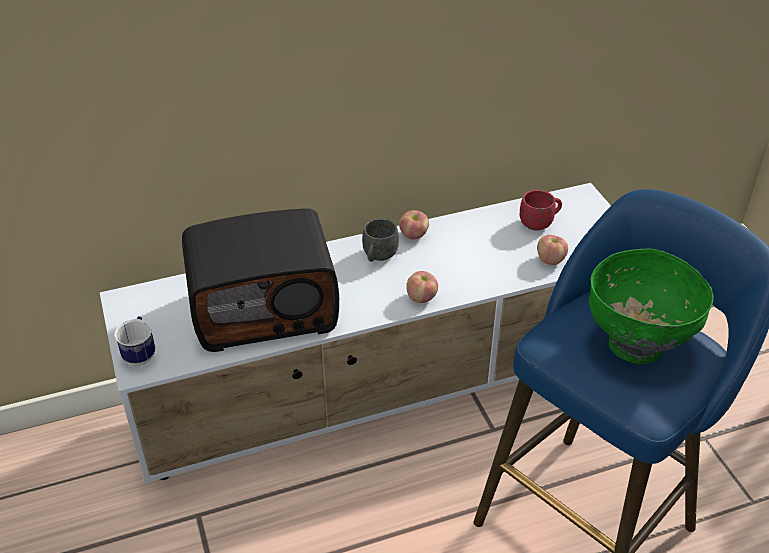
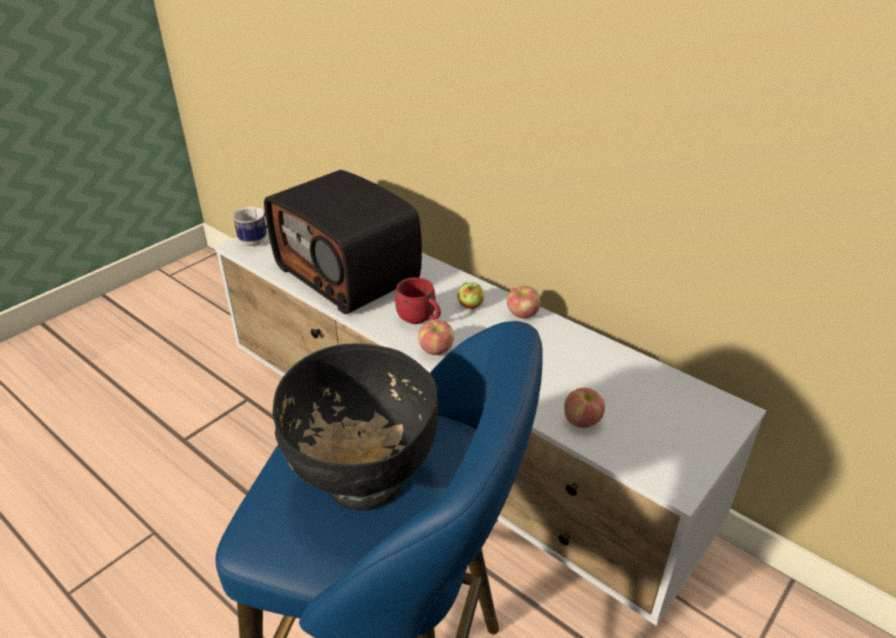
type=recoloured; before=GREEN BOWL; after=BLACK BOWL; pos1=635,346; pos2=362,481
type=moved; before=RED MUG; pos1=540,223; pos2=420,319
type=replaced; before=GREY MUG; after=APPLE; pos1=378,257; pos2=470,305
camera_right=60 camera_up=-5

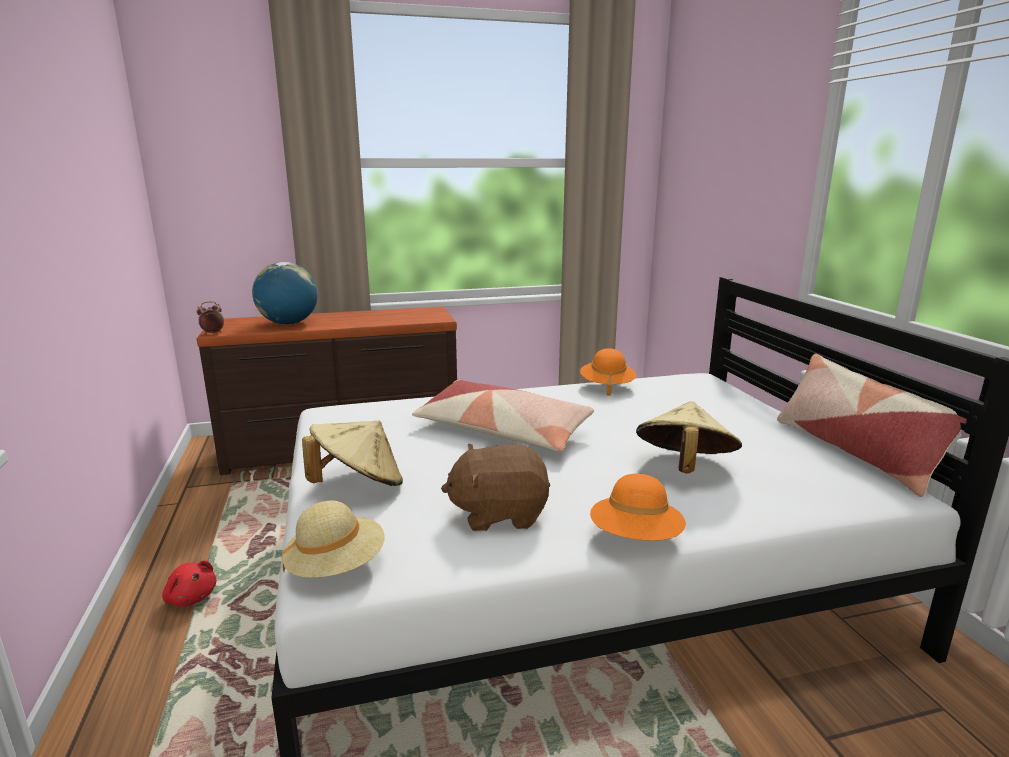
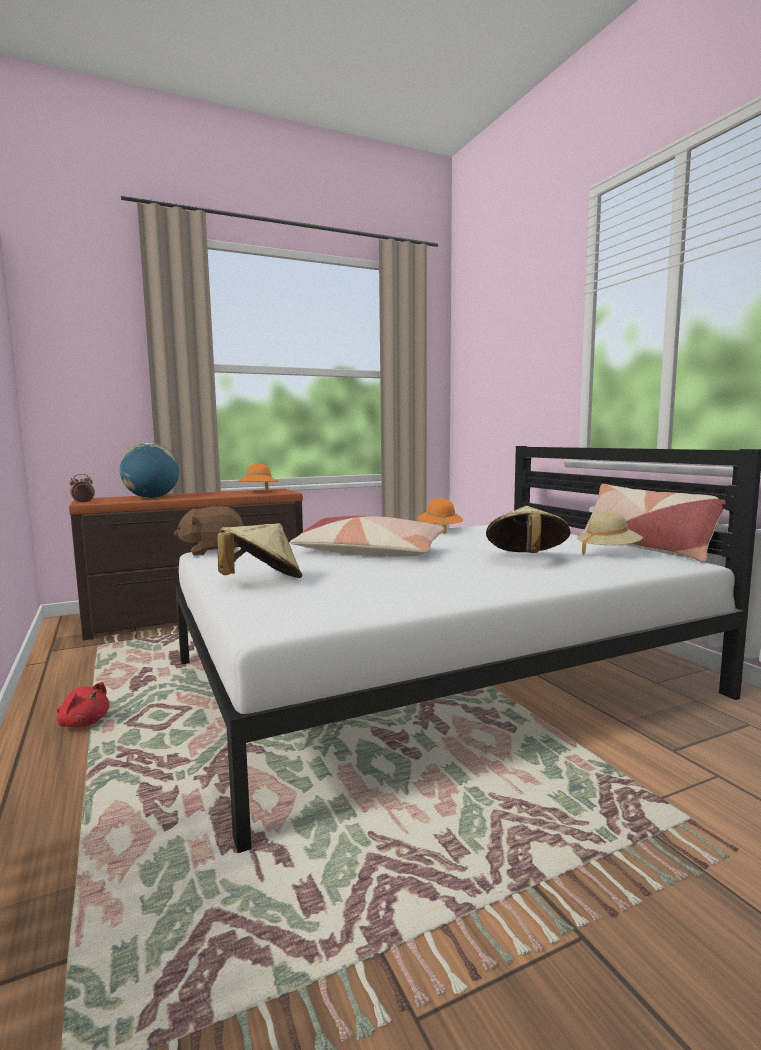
type=moved; before=BROWN PLUSH TOY; pos1=499,514; pos2=213,551
type=moved; before=ORANGE HAT; pos1=636,538; pos2=258,492
type=moved; before=BEIGE HAT; pos1=336,567; pos2=608,552
camera_right=-10 camera_up=-10

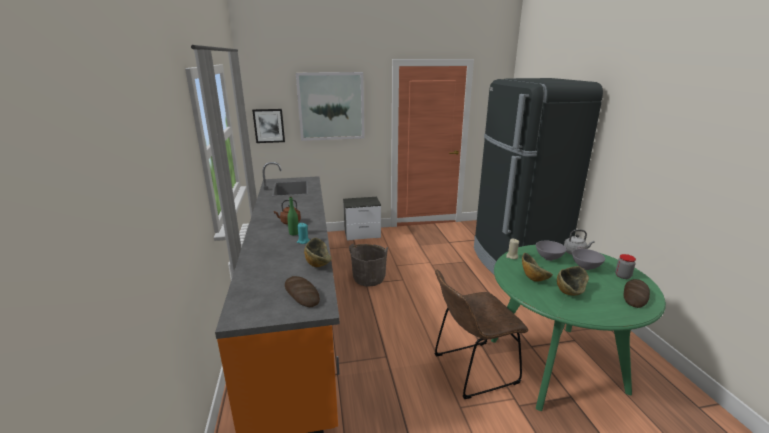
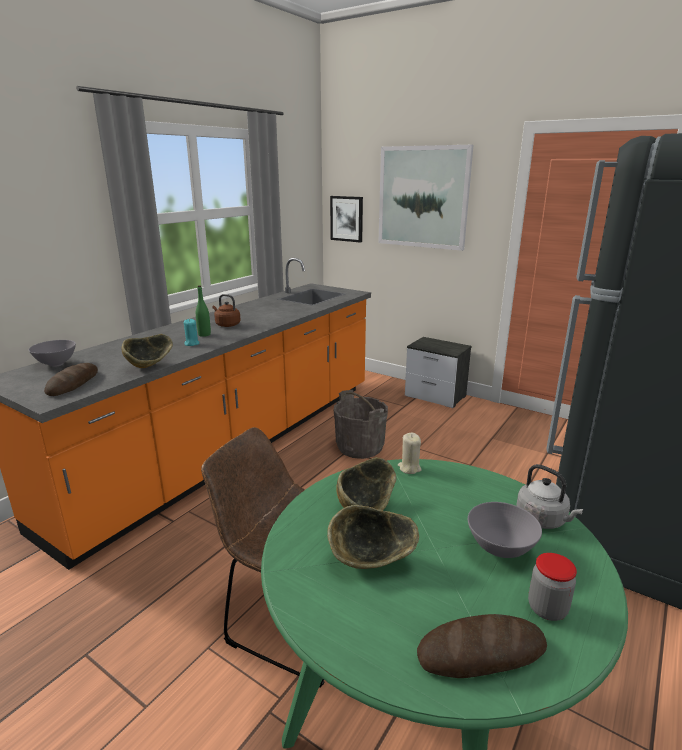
type=moved; before=GREY BOWL; pos1=548,258; pos2=56,364
camera_right=45 camera_up=0

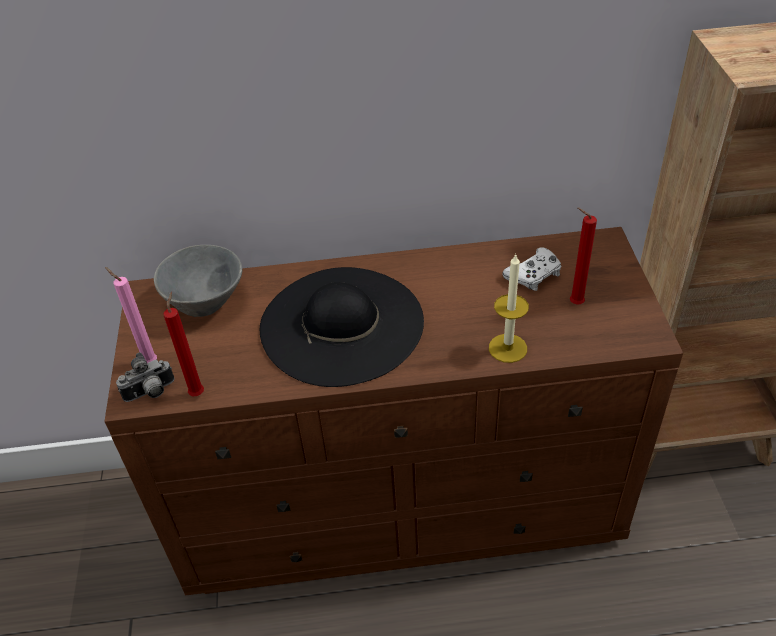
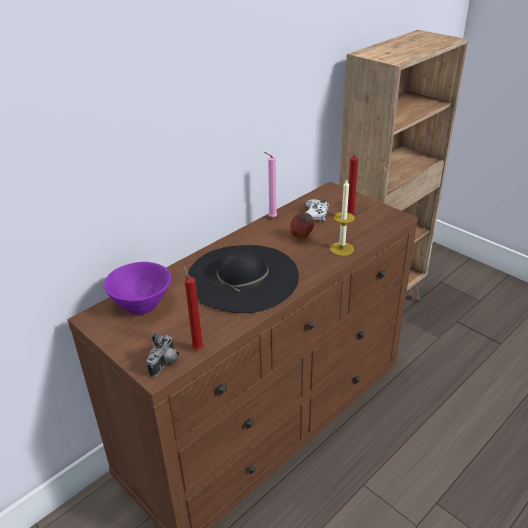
type=recoloured; before=GREY BOWL; after=PURPLE BOWL; pos1=208,302; pos2=143,303
type=moved; before=PINK CANDLE; pos1=148,362; pos2=271,218
type=added; after=APPLE; pos2=301,237
camera_right=-40 camera_up=-10

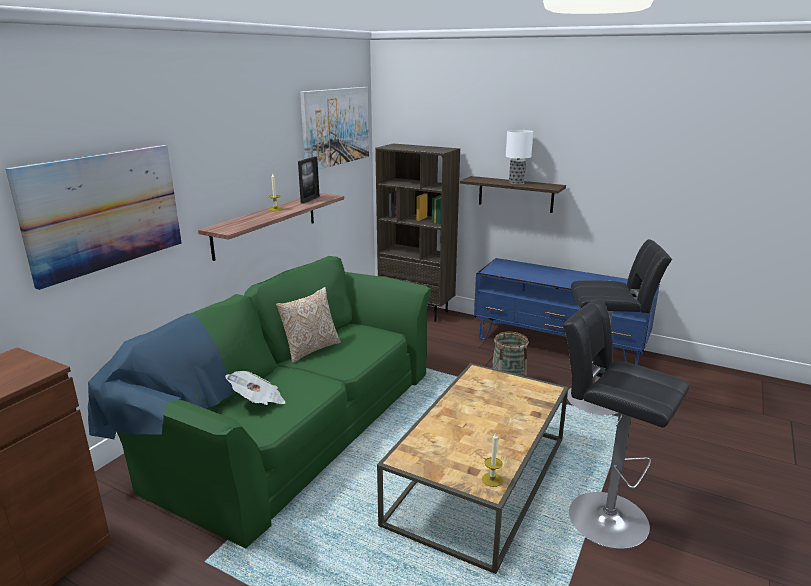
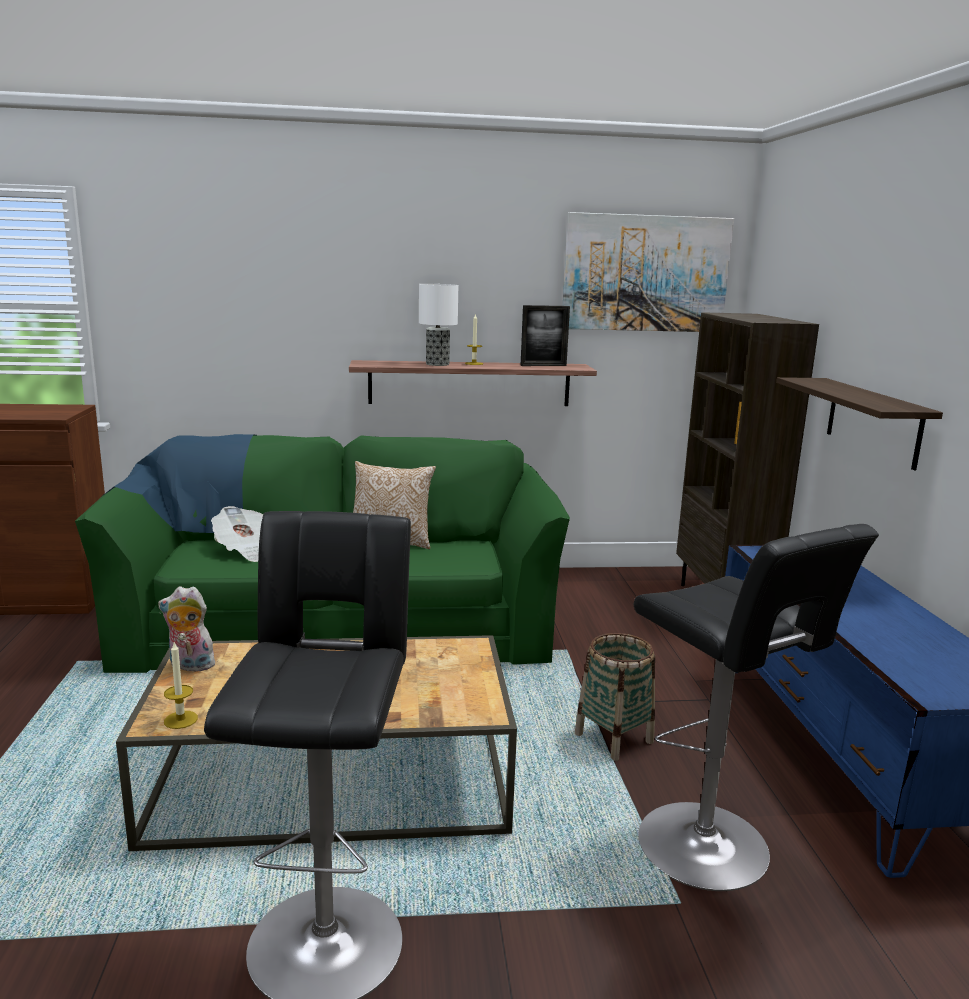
type=added; after=PLUSH TOY; pos2=189,666
type=moved; before=TABLE LAMP; pos1=516,183; pos2=437,364
type=removed; before=PICTURE; pos1=104,211
camera_right=55 camera_up=-5

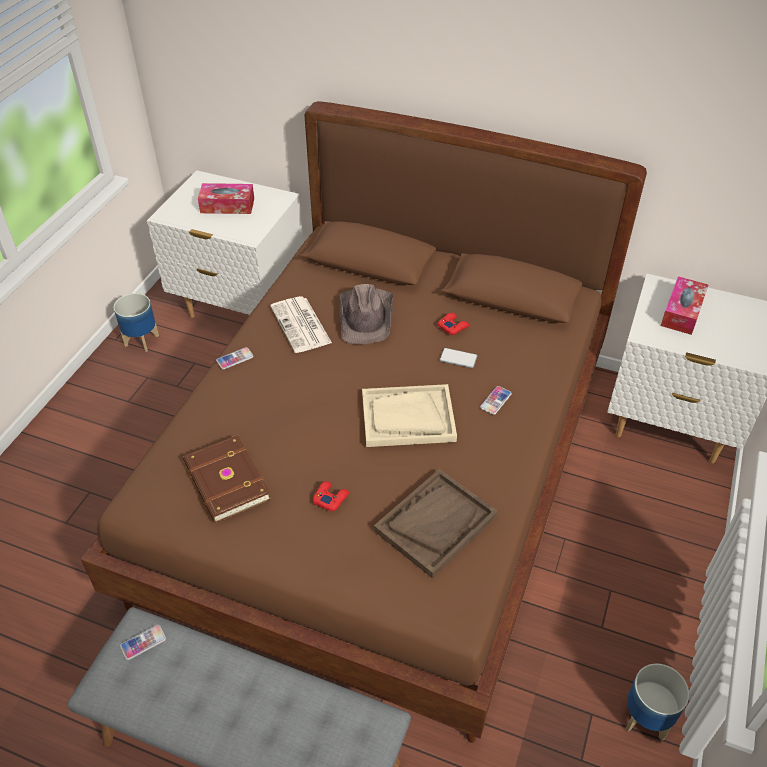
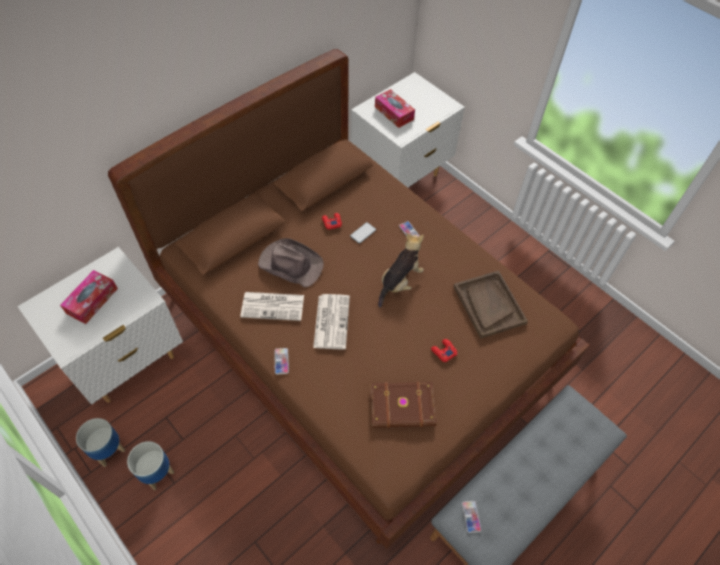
type=moved; before=PLANTER; pos1=646,717; pos2=157,472
type=added; after=NEWSPAPER; pos2=331,321
type=replaced; before=BEIGE TRAY; after=PLUSH TOY; pos1=407,418; pos2=399,282
camera_right=-65 camera_up=10

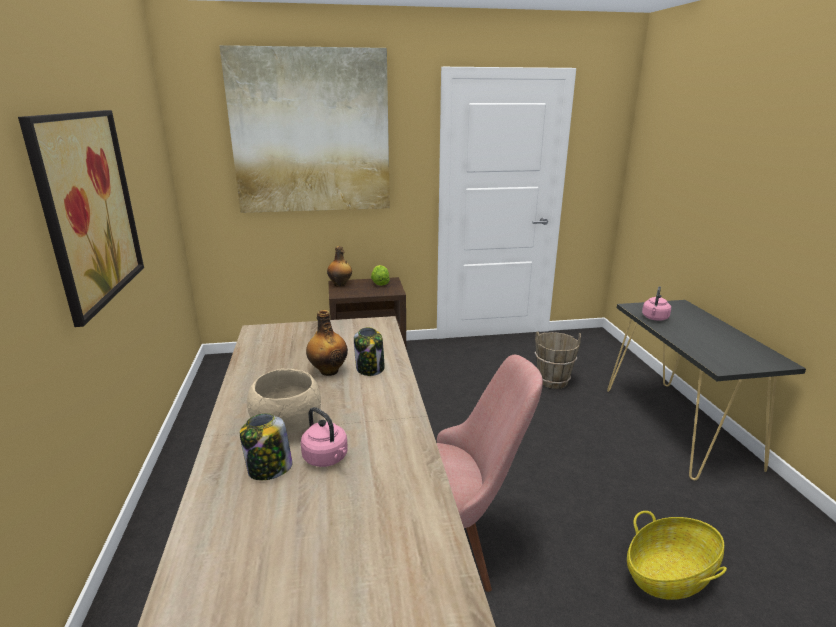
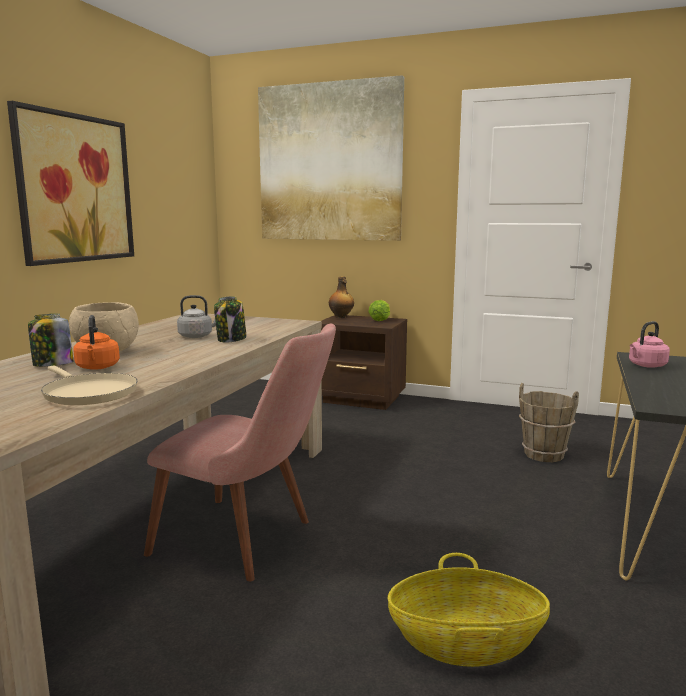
type=added; after=BEIGE FRYING PAN; pos2=88,393
type=recoloured; before=PINK KETTLE; after=ORANGE KETTLE; pos1=327,458; pos2=97,367
type=replaced; before=BOTTLE; after=GREY KETTLE; pos1=328,371; pos2=197,336
camera_right=30 camera_up=-10

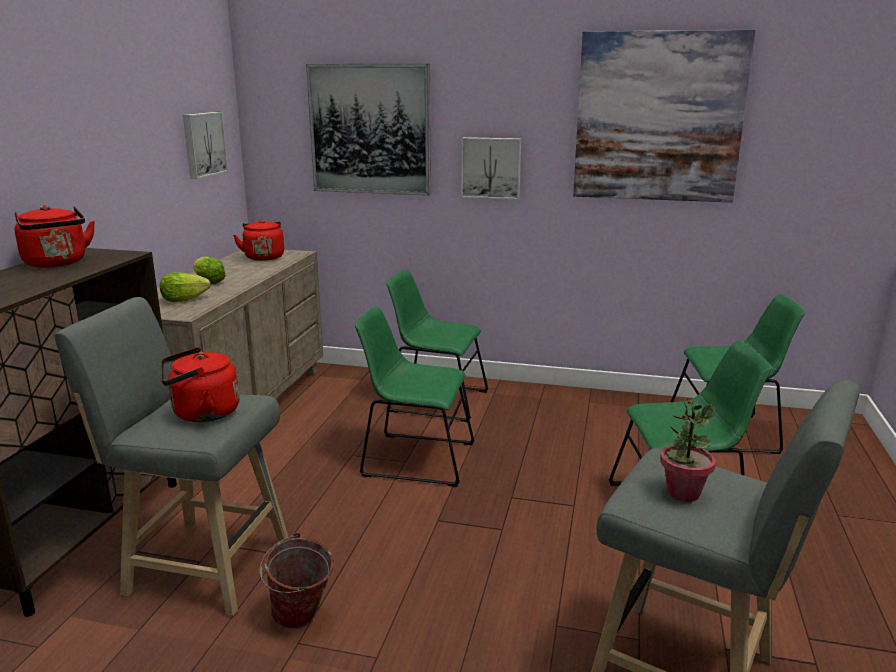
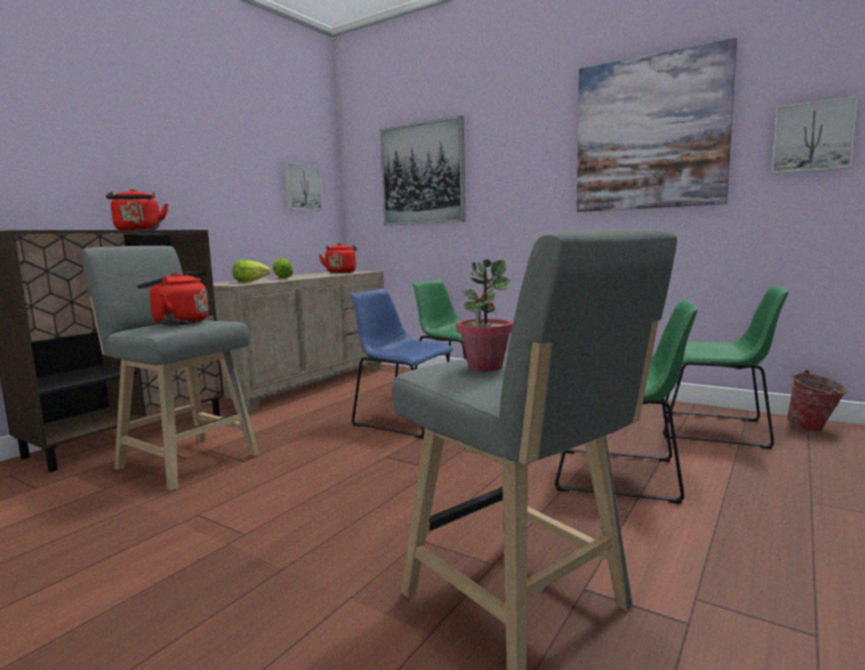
type=recoloured; before=GREEN CHAIR; after=BLUE CHAIR; pos1=413,458; pos2=404,419
type=moved; before=PICTURE; pos1=491,168; pos2=812,137
type=moved; before=BUCKET; pos1=300,620; pos2=812,428
camera_right=20 camera_up=-10

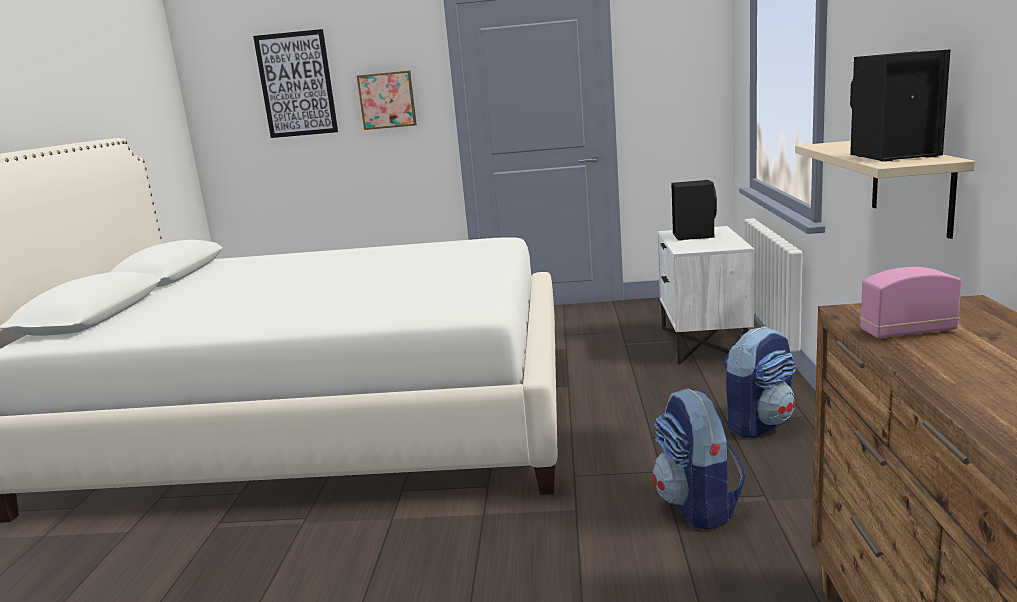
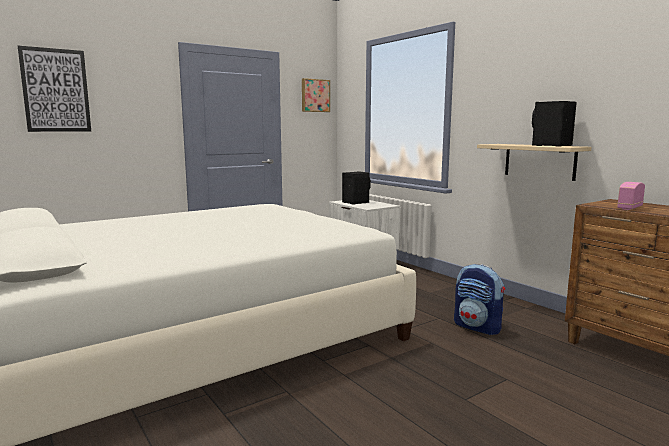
type=moved; before=PICTURE; pos1=387,100; pos2=315,95
type=removed; before=BACKPACK; pos1=758,424
camera_right=-40 camera_up=-5

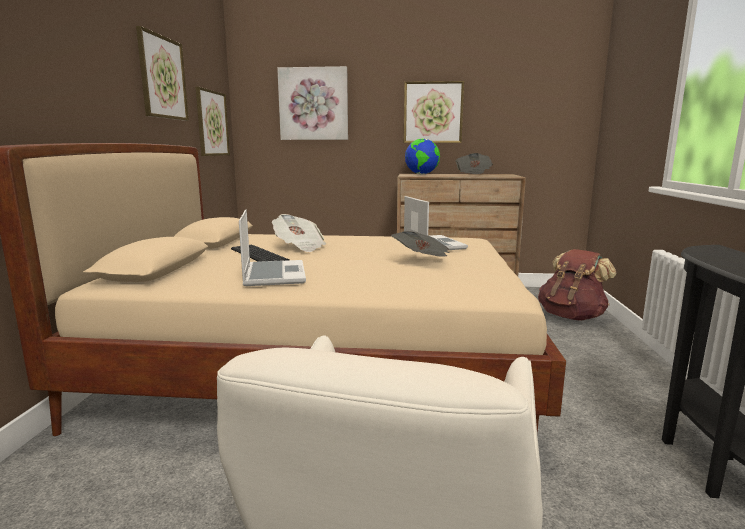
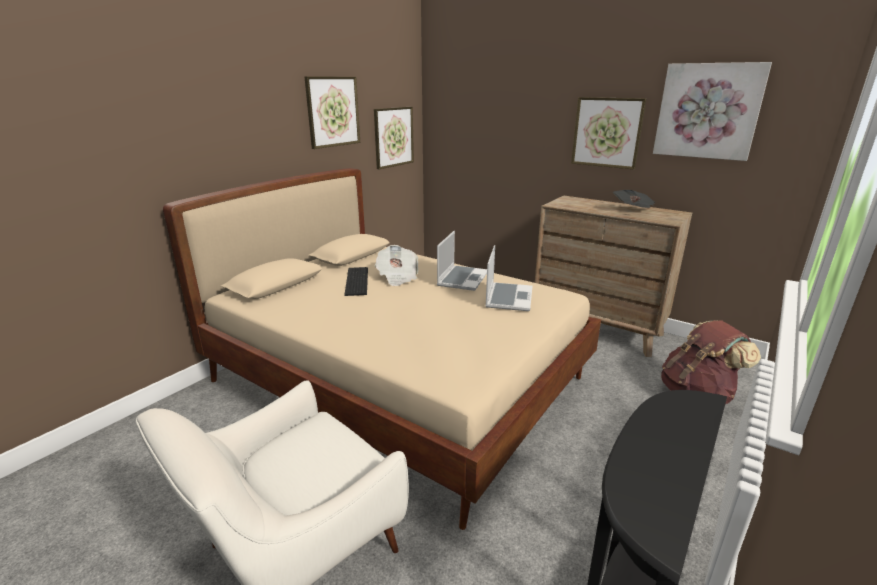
type=moved; before=LAPTOP; pos1=273,274; pos2=462,279
type=moved; before=PICTURE; pos1=313,104; pos2=708,111
type=removed; before=NEWSPAPER; pos1=422,261
type=removed; before=GLOBE; pos1=422,174
camera_right=30 camera_up=10

